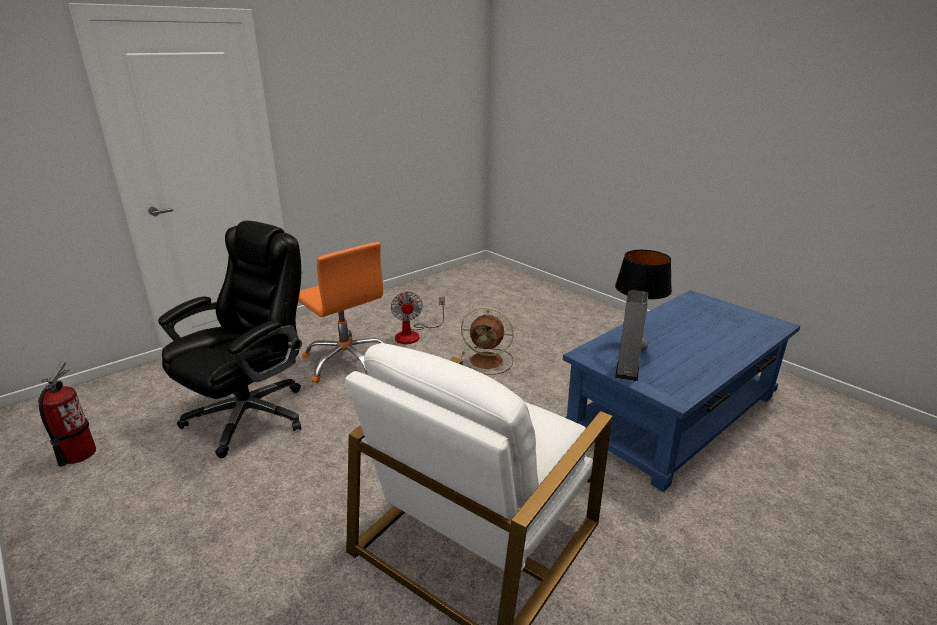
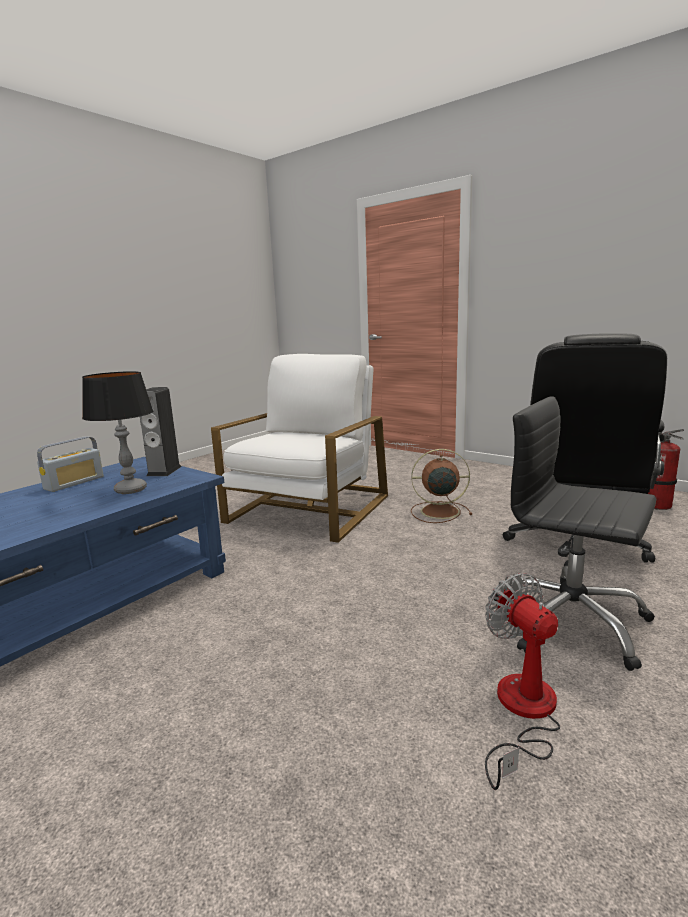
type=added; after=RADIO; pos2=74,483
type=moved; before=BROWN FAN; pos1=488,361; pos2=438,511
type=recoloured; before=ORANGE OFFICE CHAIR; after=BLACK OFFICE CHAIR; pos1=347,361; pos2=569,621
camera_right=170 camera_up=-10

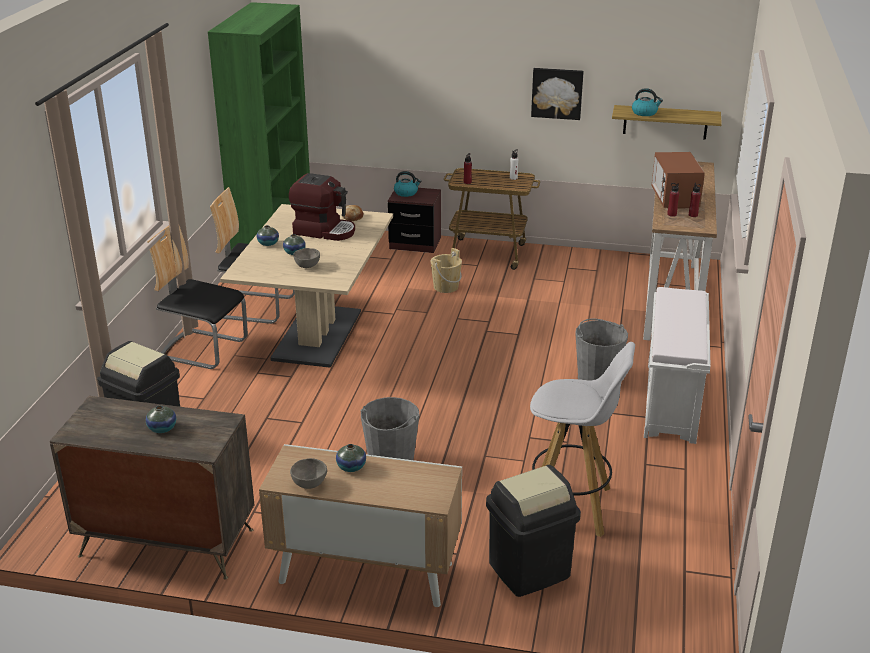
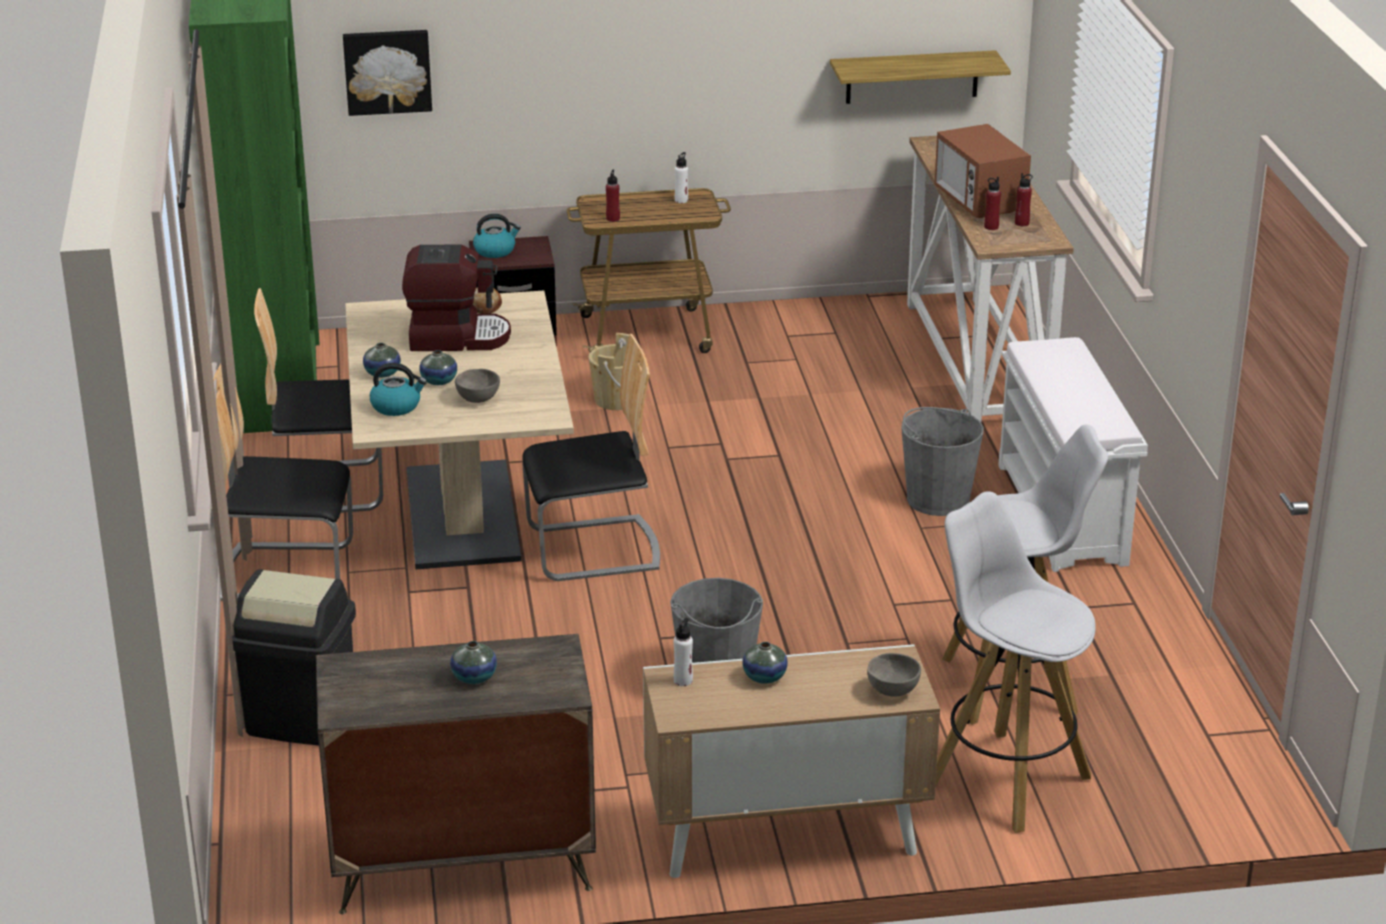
type=moved; before=PICTURE; pos1=557,93; pos2=387,71
type=moved; before=KETTLE; pos1=645,113; pos2=397,406
type=added; after=CHAIR; pos2=593,549
type=added; after=WHITE BOTTLE; pos2=683,680
type=moved; before=GREY BOWL; pos1=309,483; pos2=892,690
type=replaced; before=BLACK TRASH CAN; after=WHITE STOOL; pos1=529,569; pos2=1005,780
camera_right=-20 camera_up=0

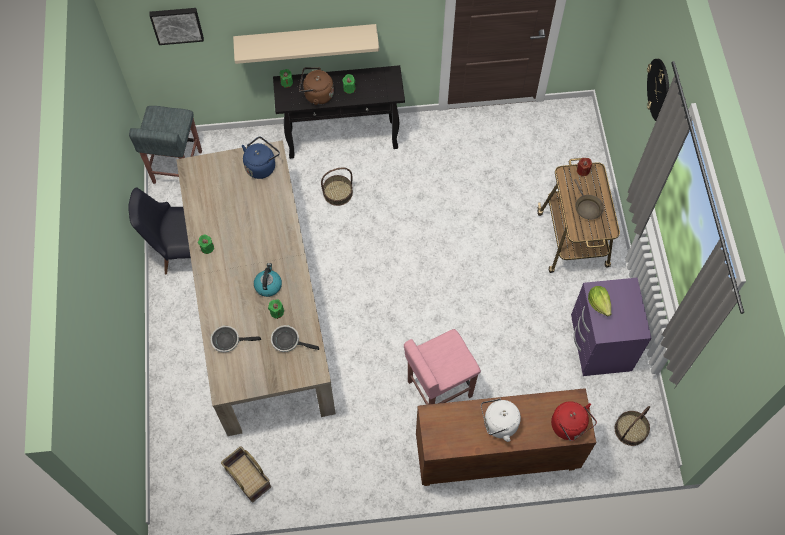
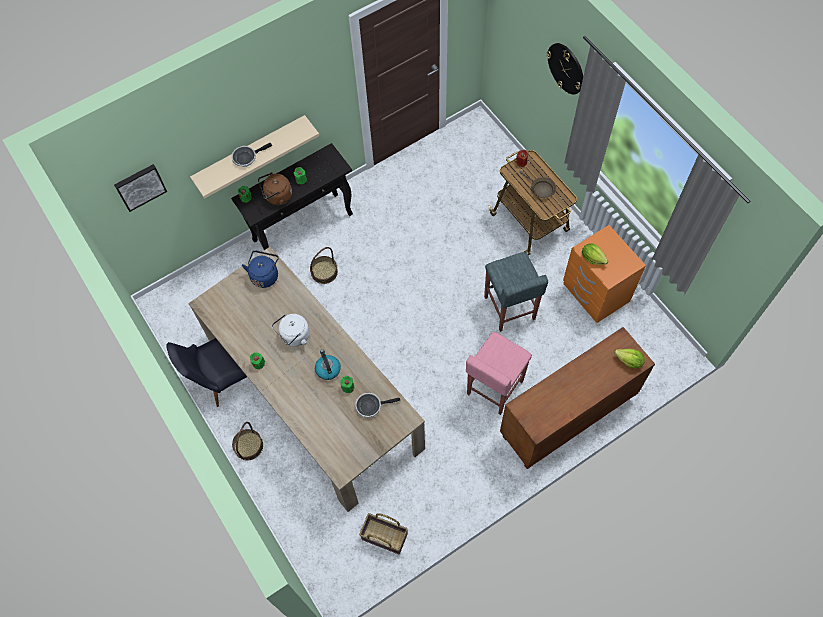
type=moved; before=FRYING PAN; pos1=228,340; pos2=246,157
type=moved; before=BASKET; pos1=631,430; pos2=248,446
type=moved; before=WHITE KETTLE; pos1=498,424; pos2=294,336
type=moved; before=GREY STOOL; pos1=177,167; pos2=509,308
type=recoloured; before=PURPLE NIGHTSTAND; after=ORANGE NIGHTSTAND; pos1=599,345; pos2=595,293
type=replaced; before=RED KETTLE; after=LETTUCE; pos1=570,426; pos2=629,361
camera_right=-25 camera_up=0

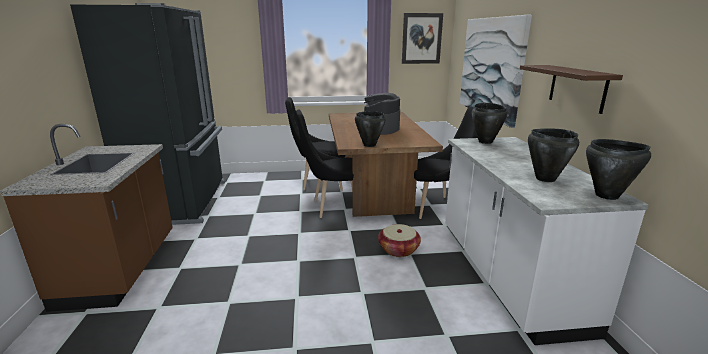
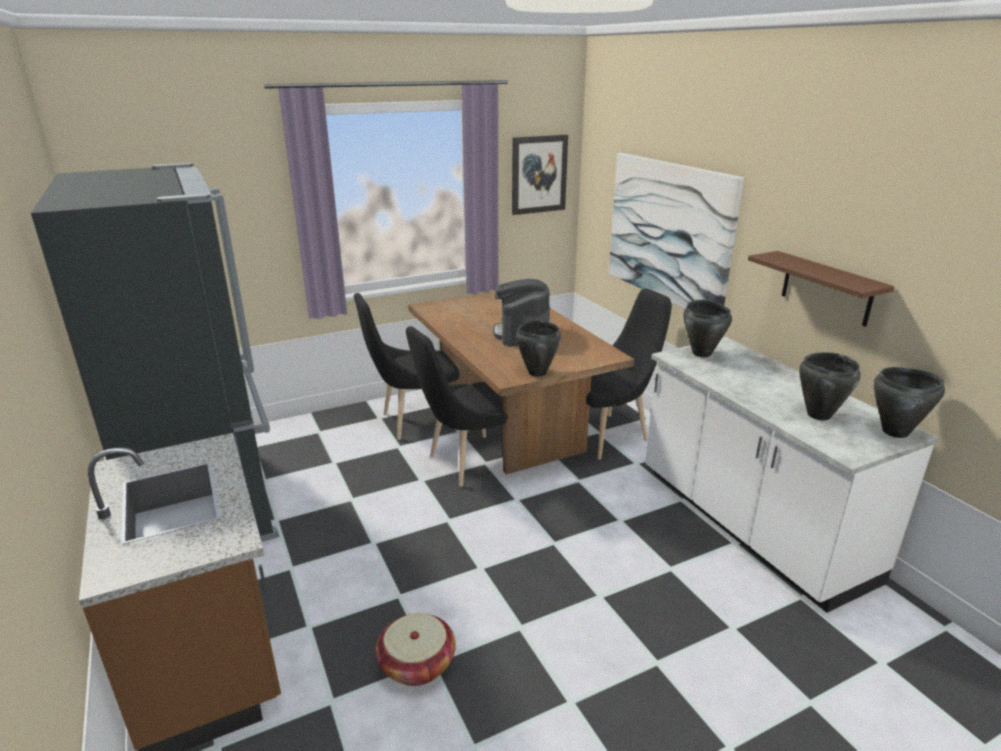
type=moved; before=BASKET; pos1=398,249; pos2=417,664
camera_right=-20 camera_up=5

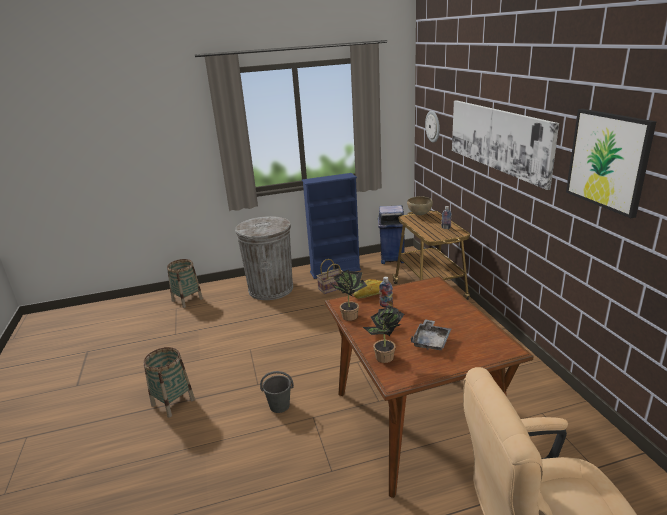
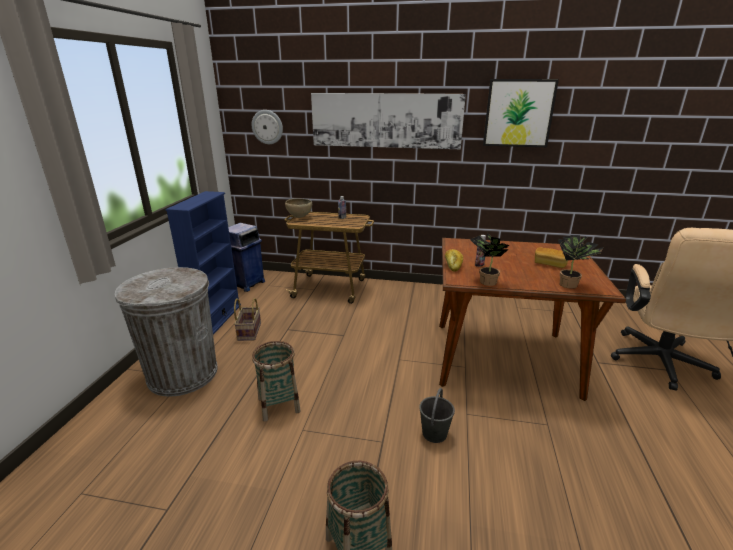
type=moved; before=BASKET; pos1=187,300; pos2=278,405
type=replaced; before=GREY TRAY; after=BREAD; pos1=431,341; pos2=549,264
camera_right=-65 camera_up=0

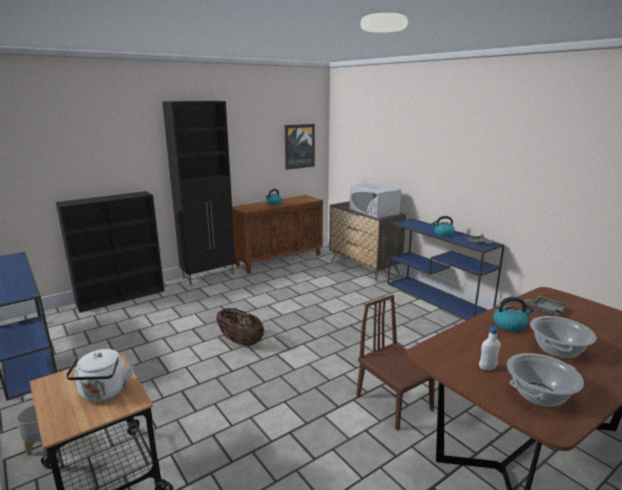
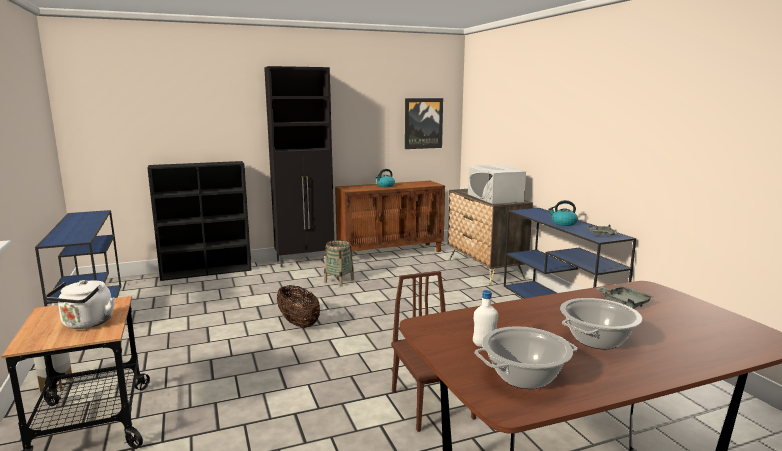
type=added; after=BASKET; pos2=339,281
type=removed; before=KETTLE; pos1=510,325
camera_right=15 camera_up=-5

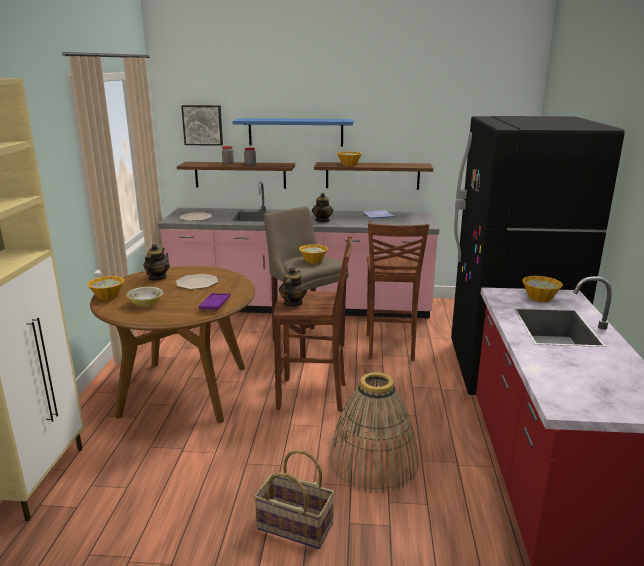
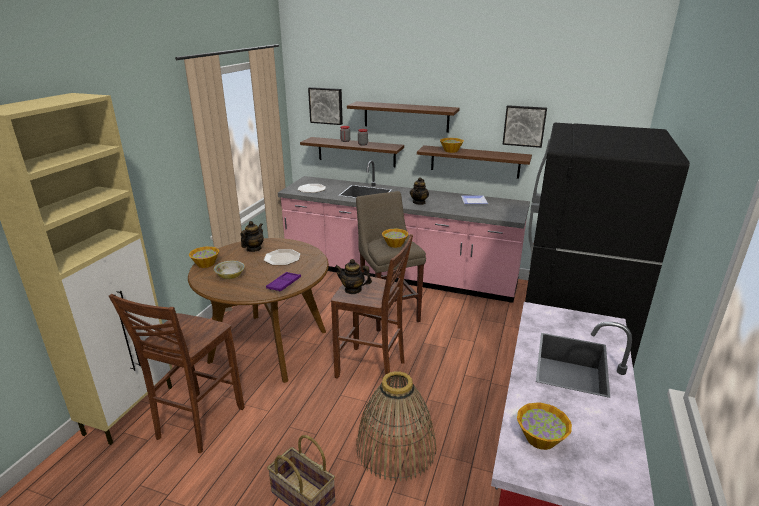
type=moved; before=BROWN STOOL; pos1=390,347; pos2=198,423
type=turned; before=TEAPOT; pos1=292,303; pos2=353,290; turn=-105
type=recoloured; before=BLUE SHELF; after=BROWN SHELF; pos1=295,132; pos2=406,116
type=added; after=PICTURE; pos2=524,126
type=moved; before=BOWL; pos1=540,298; pos2=540,438
camera_right=15 camera_up=5

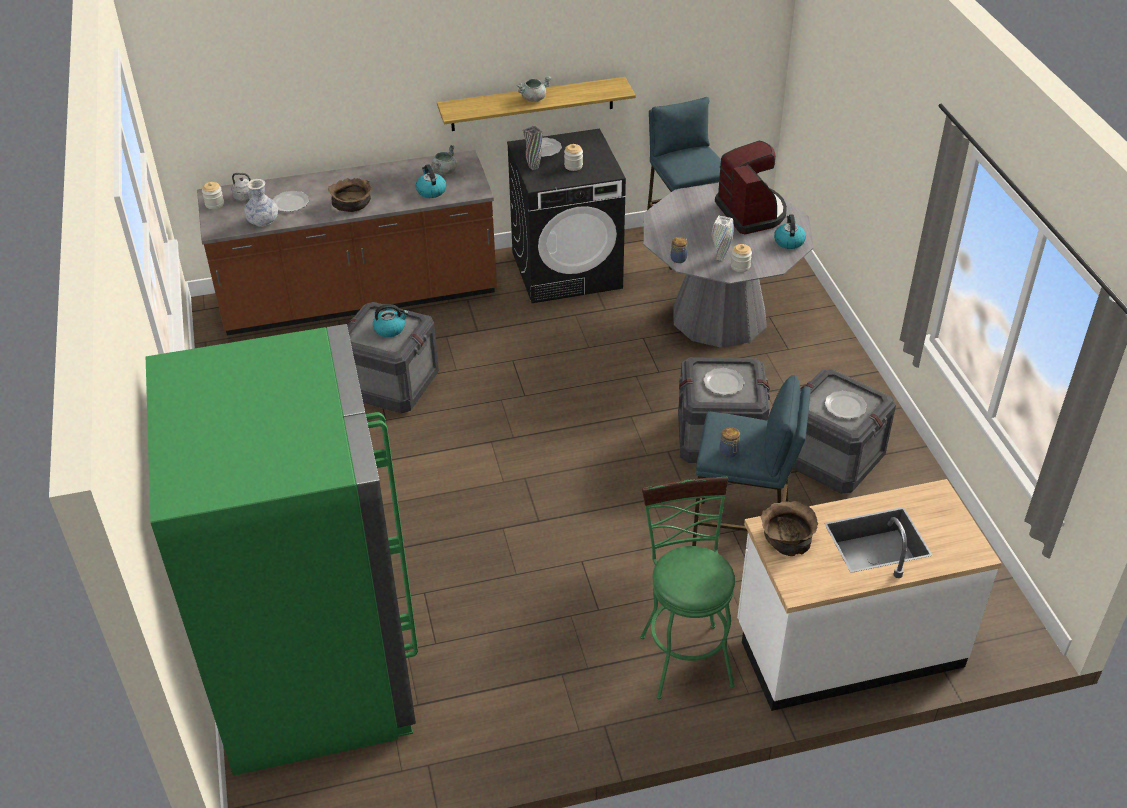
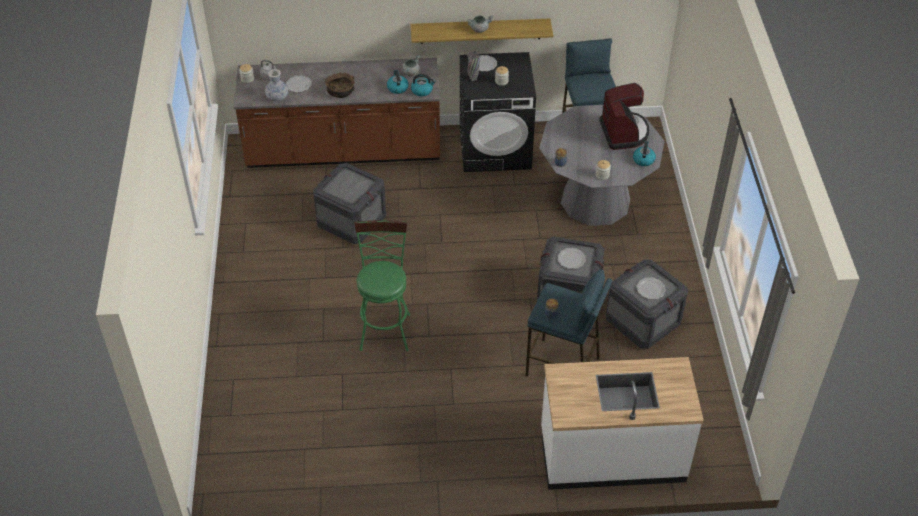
type=moved; before=GREEN STOOL; pos1=684,653; pos2=385,327
type=moved; before=KETTLE; pos1=390,329; pos2=422,90
type=removed; before=GREEN FRIDGE; pos1=314,671
type=removed; before=WHITE VASE; pos1=720,258
type=removed; before=BROWN BOWL; pos1=787,536
camera_right=10 camera_up=5

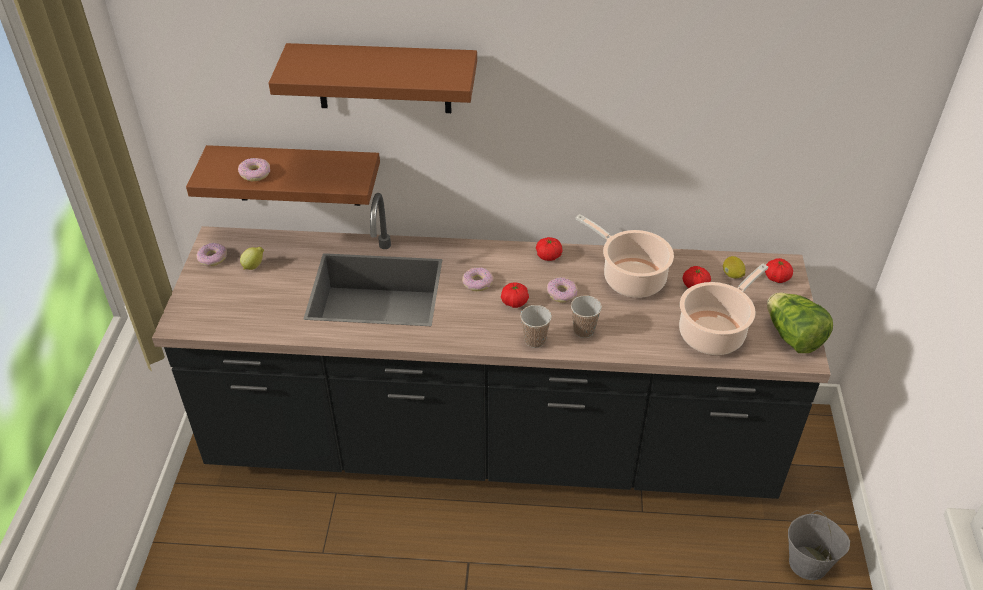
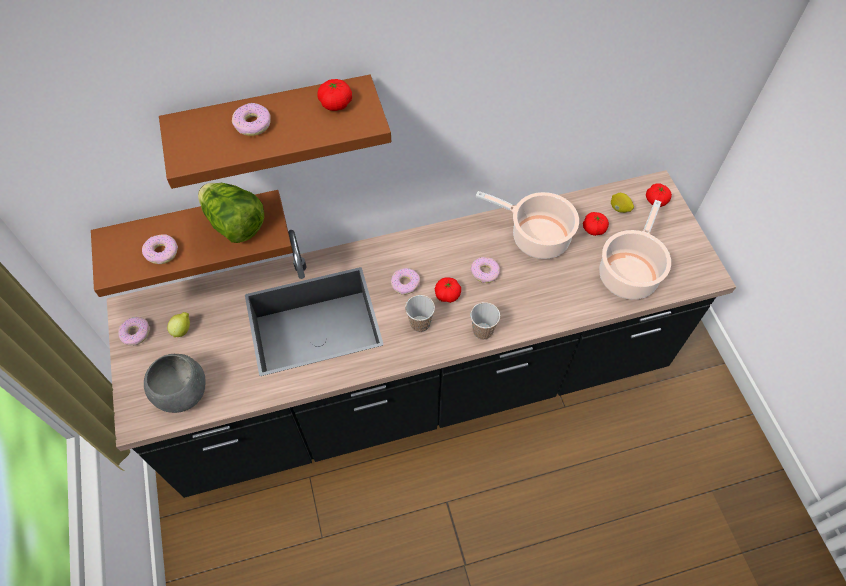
type=added; after=GREY BOWL; pos2=182,392
type=moved; before=LETTUCE; pos1=792,337; pos2=235,224
type=added; after=DONUT; pos2=252,124
type=moved; before=TOMATO; pos1=548,256; pos2=336,104
type=moved; before=CUP; pos1=584,331; pos2=420,324
type=removed; before=GREY BUCKET; pos1=808,563
camera_right=-20 camera_up=15

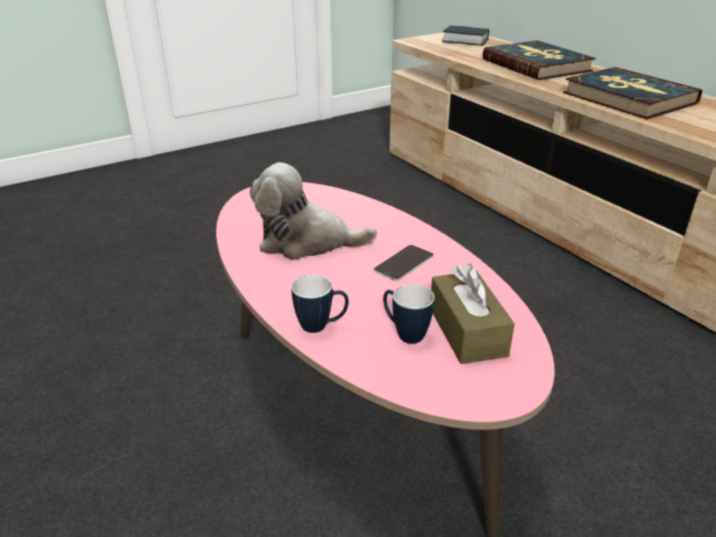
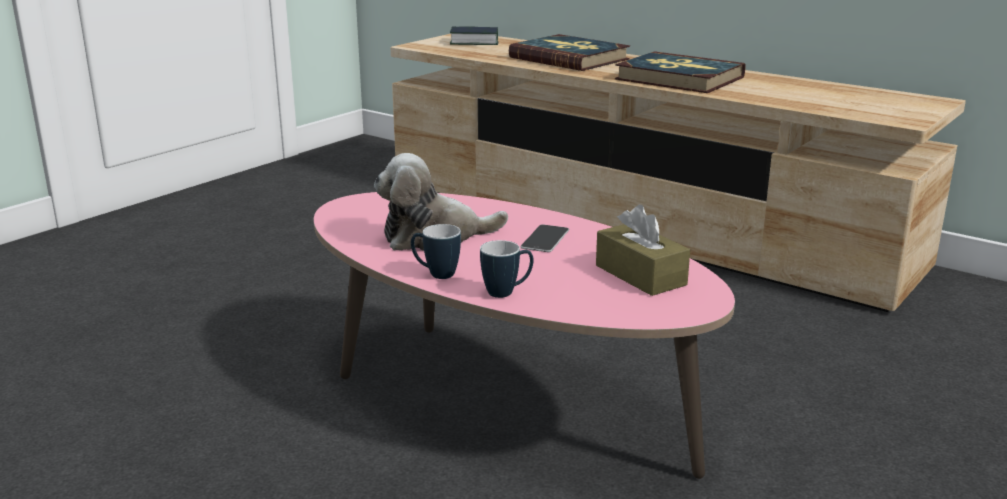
type=moved; before=MUG; pos1=404,334; pos2=435,274
camera_right=-20 camera_up=-10

